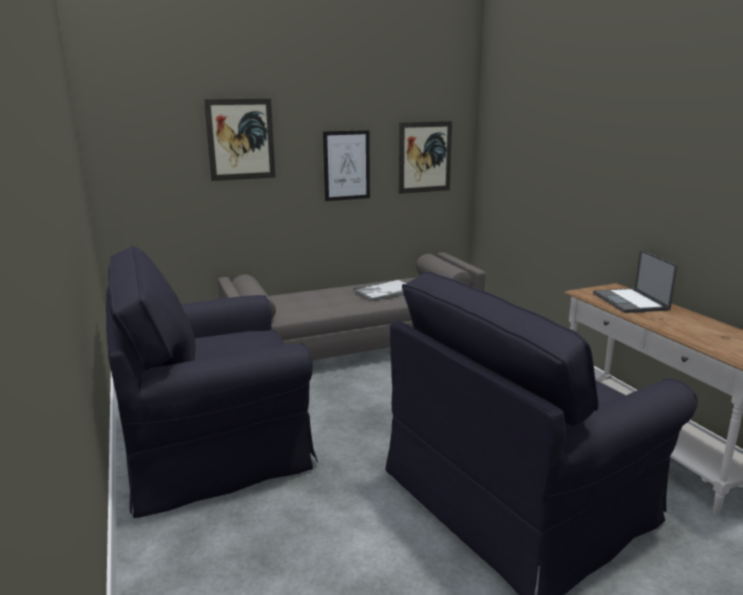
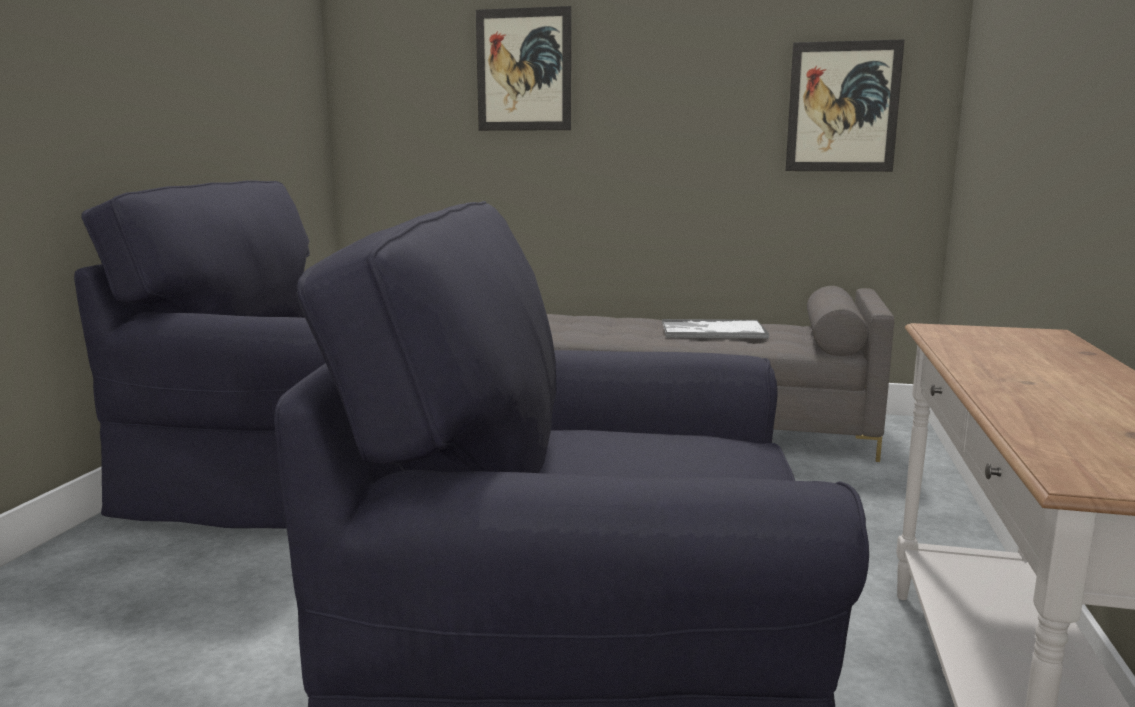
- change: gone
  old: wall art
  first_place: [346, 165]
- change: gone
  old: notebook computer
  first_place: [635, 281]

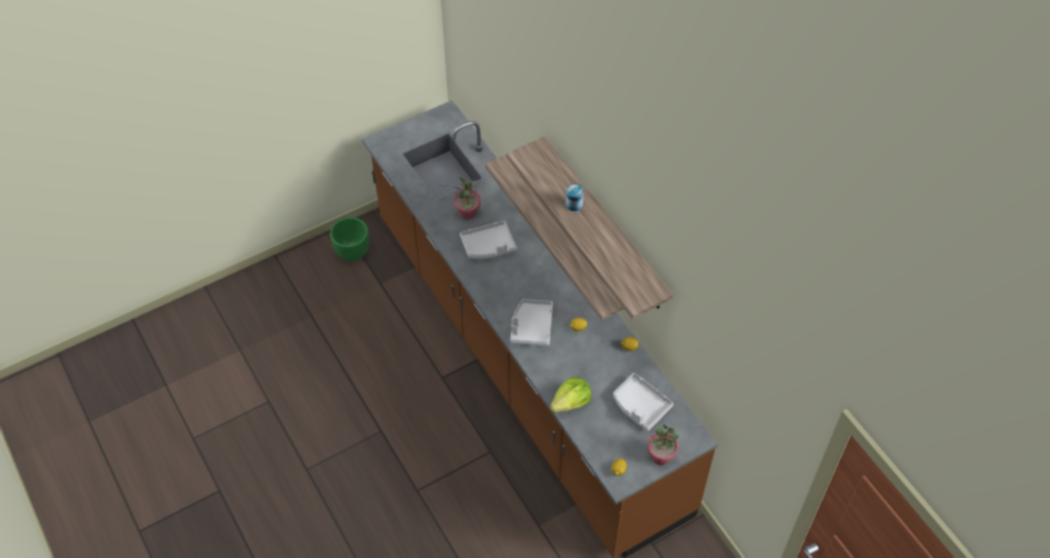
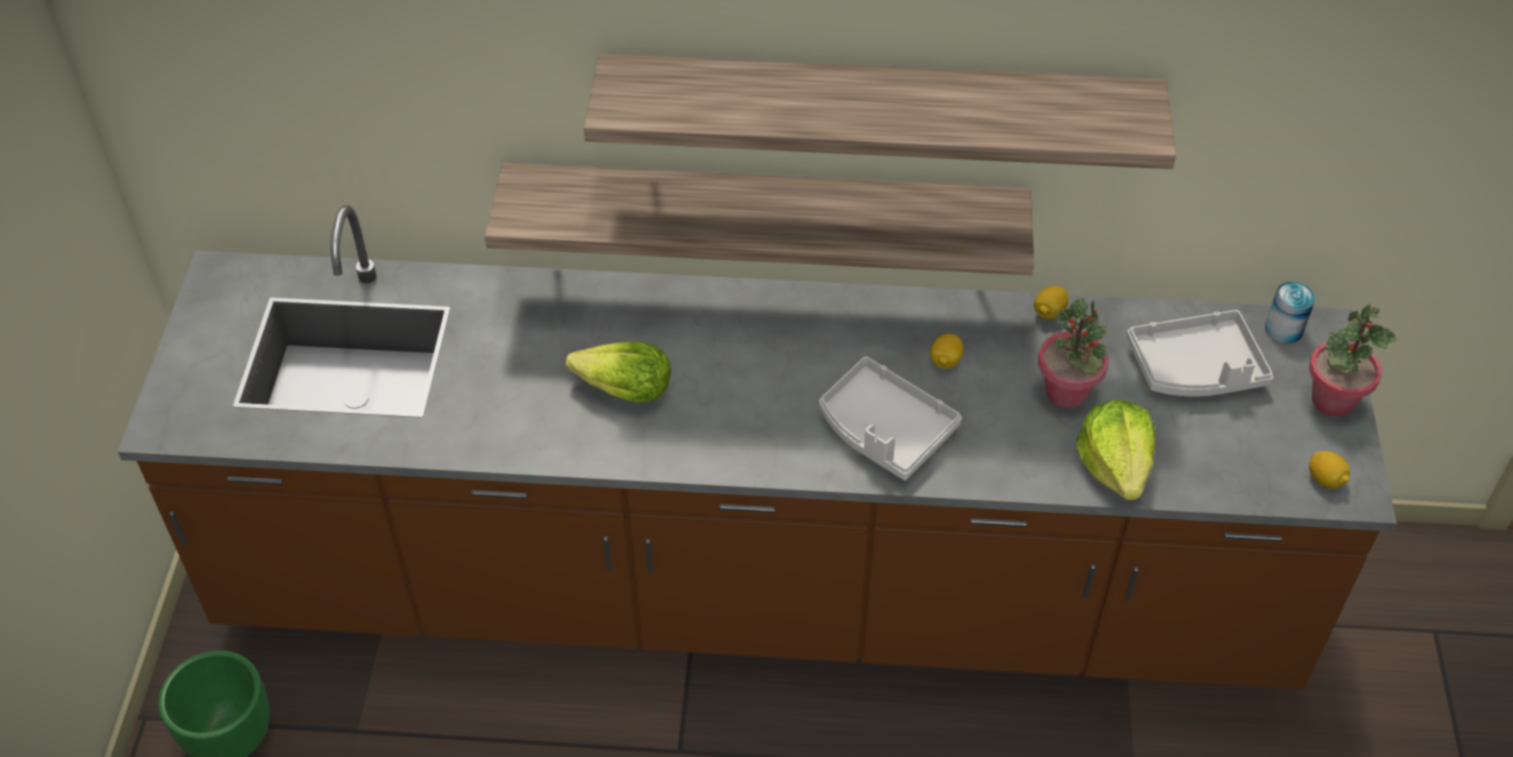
- change: swapped
  old: greyish serving tray
  new: lettuce head
  first_place: [488, 239]
  second_place: [618, 372]
- change: shifted
  old: potted plant
  first_place: [467, 198]
  second_place: [1073, 353]
- change: shifted
  old: metal can
  first_place: [575, 197]
  second_place: [1290, 312]

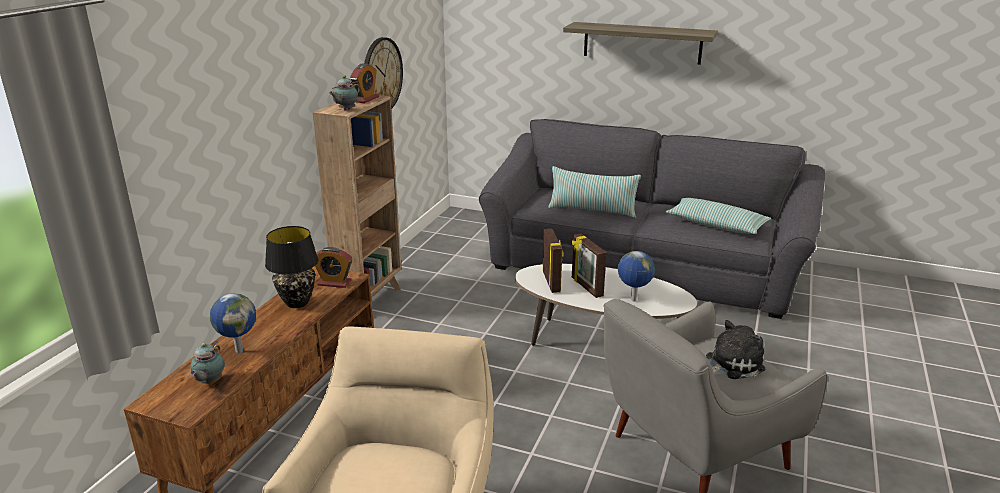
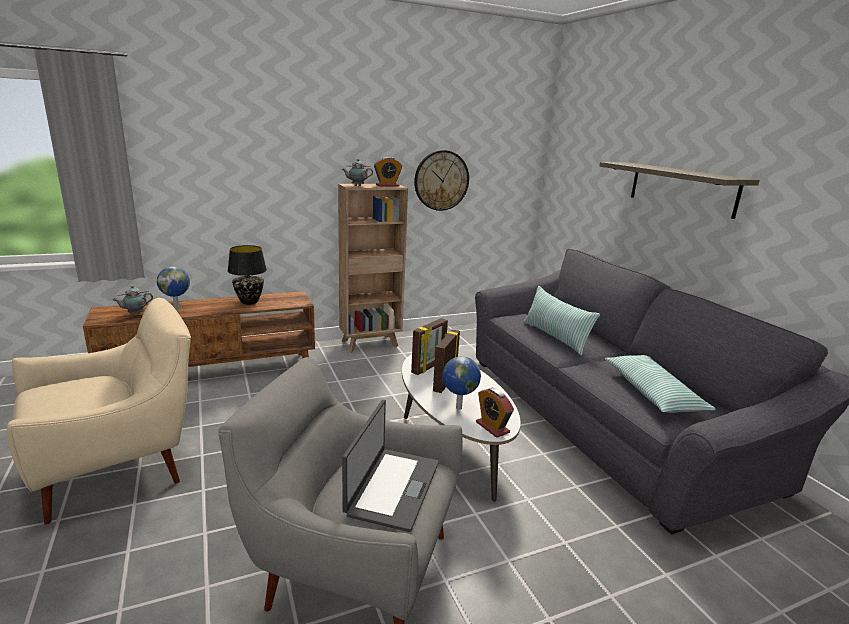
- change: swapped
  old: cuddly toy
  new: notebook computer
  first_place: [735, 349]
  second_place: [390, 466]
- change: shifted
  old: alarm clock
  first_place: [333, 267]
  second_place: [495, 413]

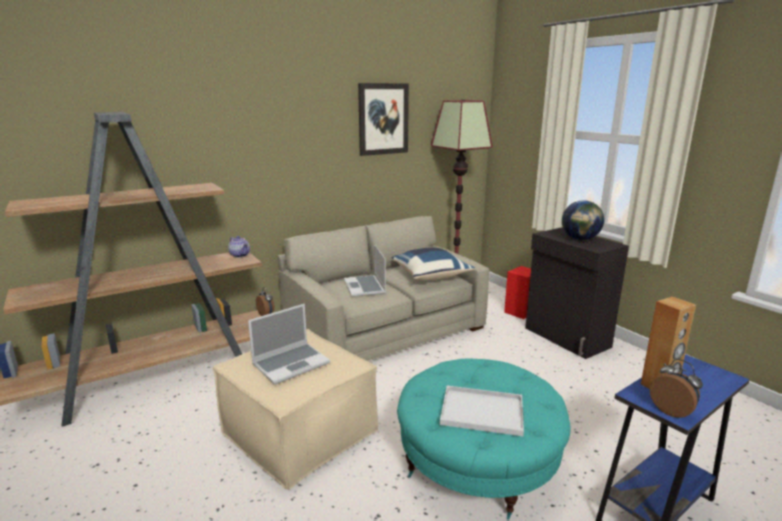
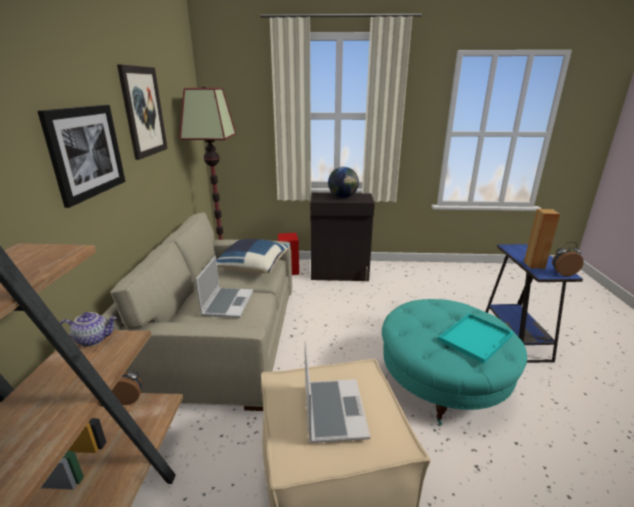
- change: new
  new: wall art
  second_place: [82, 156]
- change: rotated
  old: notebook computer
  first_place: [365, 271]
  second_place: [224, 287]
  degrees: -105
- change: repainted
  old: whitish serving tray
  new: blue-green serving tray
  first_place: [482, 411]
  second_place: [475, 338]

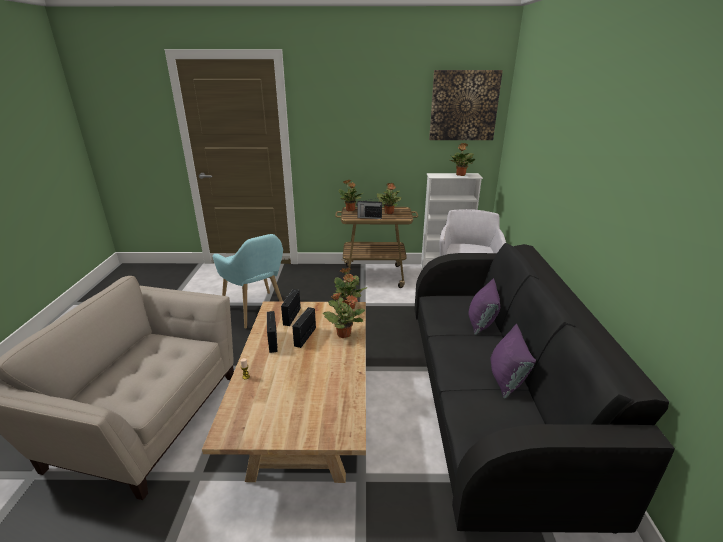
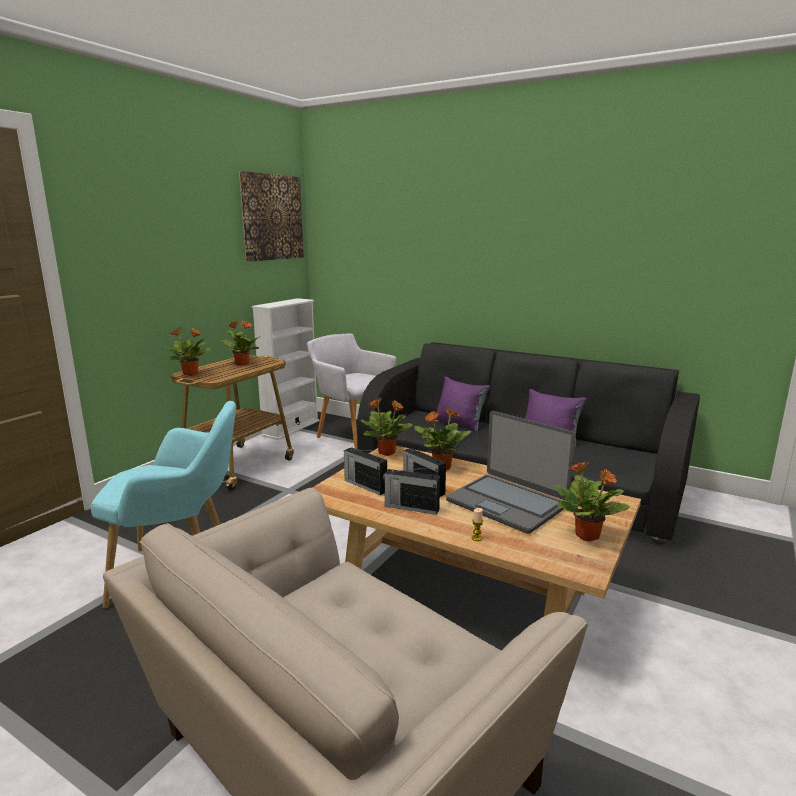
- change: new
  new: notebook computer
  second_place: [511, 472]
- change: shifted
  old: potted plant
  first_place: [462, 159]
  second_place: [592, 501]
- change: gone
  old: radio set
  first_place: [369, 208]

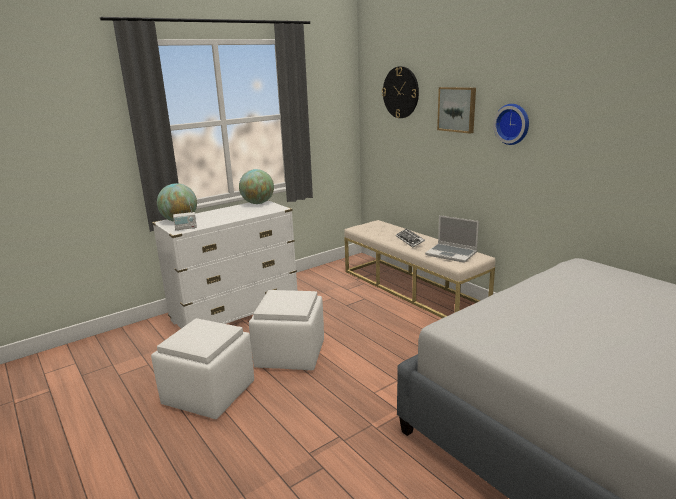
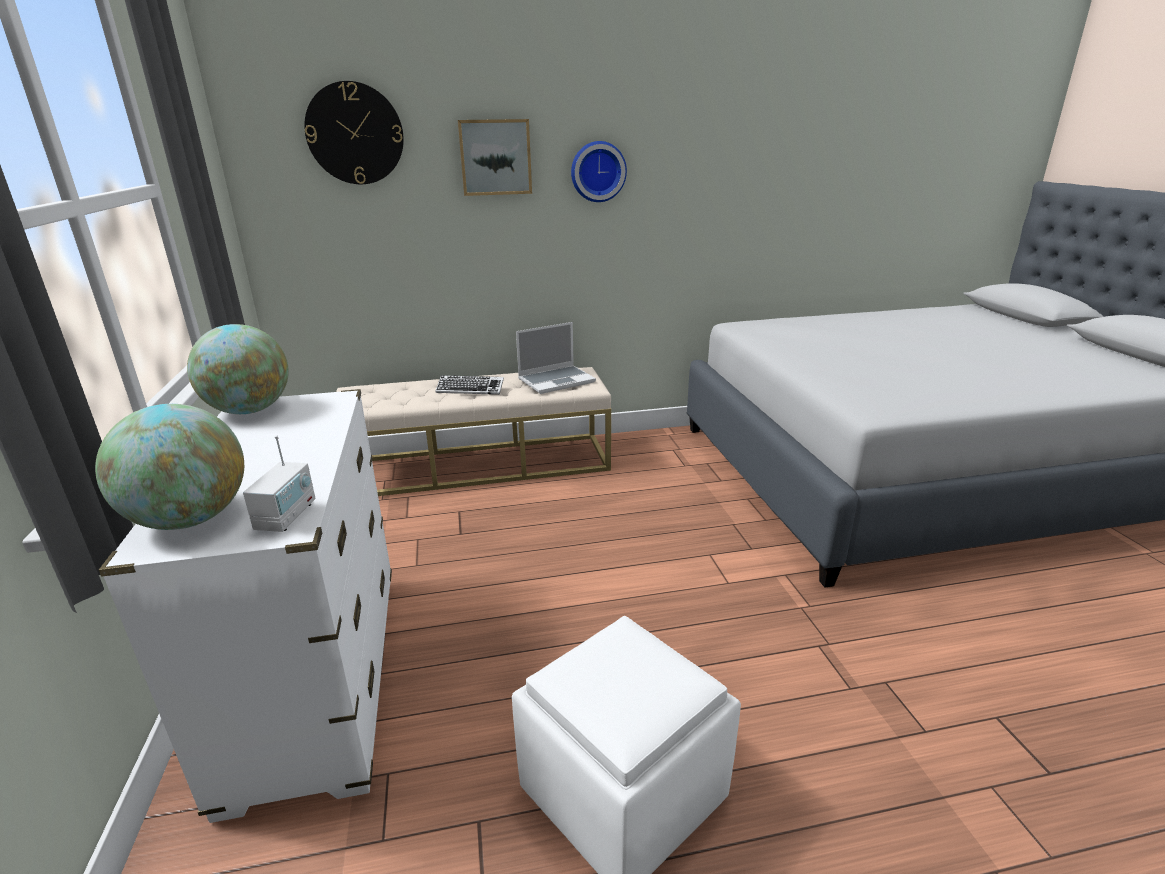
- change: gone
  old: whitish footrest
  first_place: [286, 330]

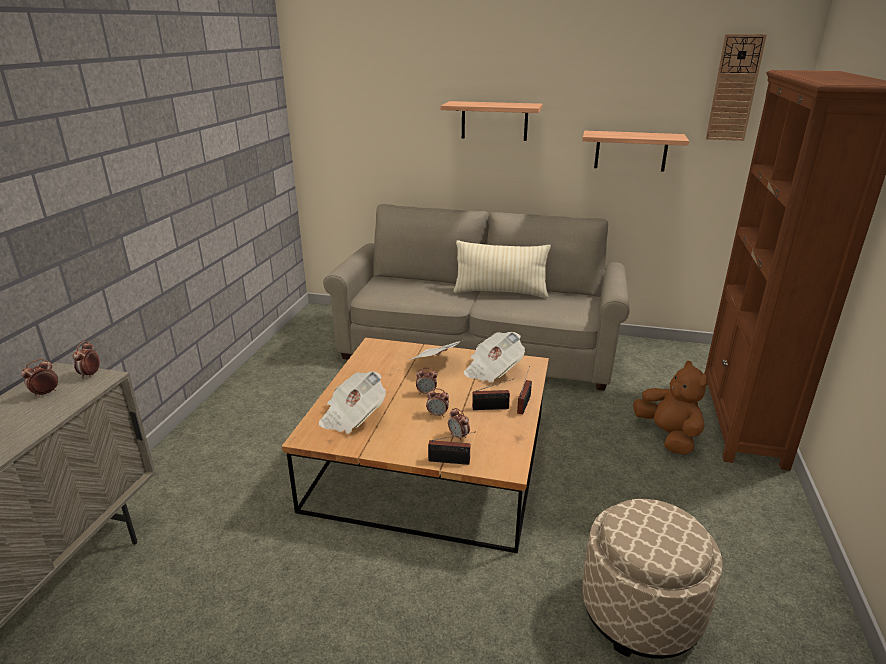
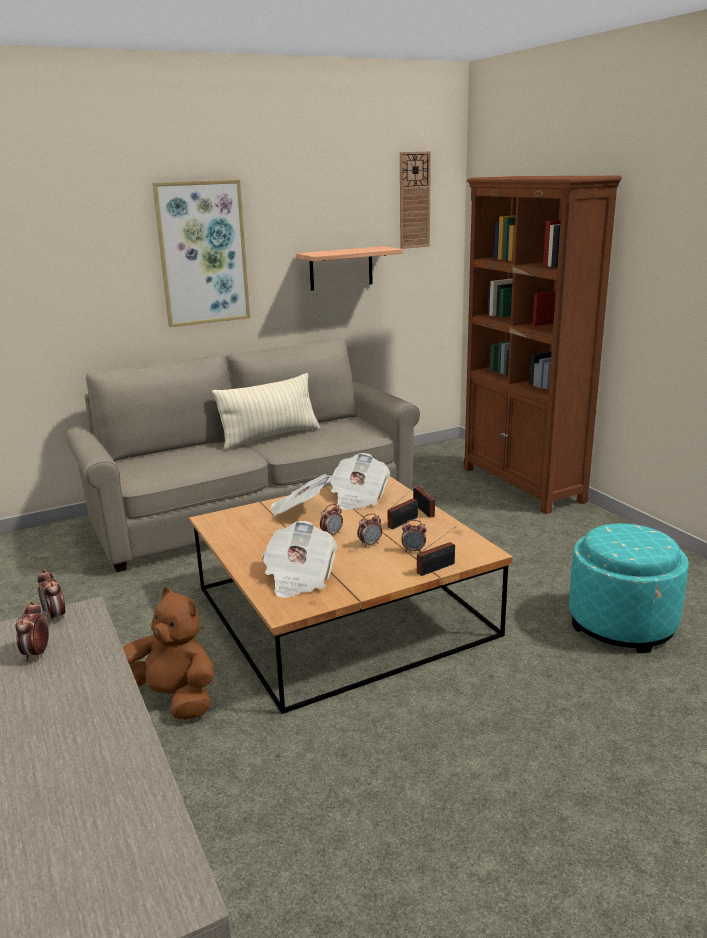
- change: shifted
  old: brown cuddly toy
  first_place: [669, 408]
  second_place: [168, 653]
- change: swapped
  old: shelf
  new: wall art
  first_place: [491, 121]
  second_place: [201, 253]
- change: repainted
  old: beige-coloured footrest
  new: blue-green footrest
  first_place: [652, 579]
  second_place: [629, 588]

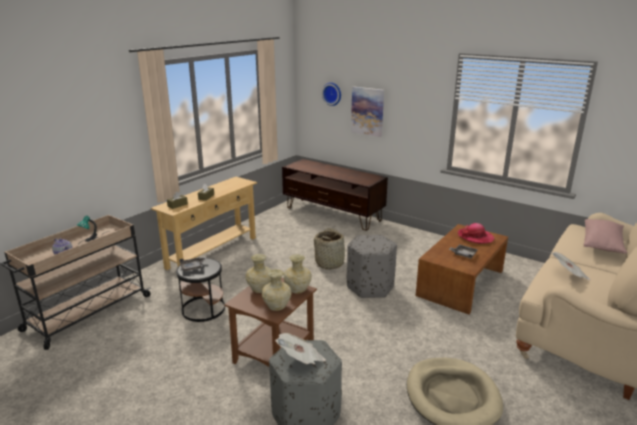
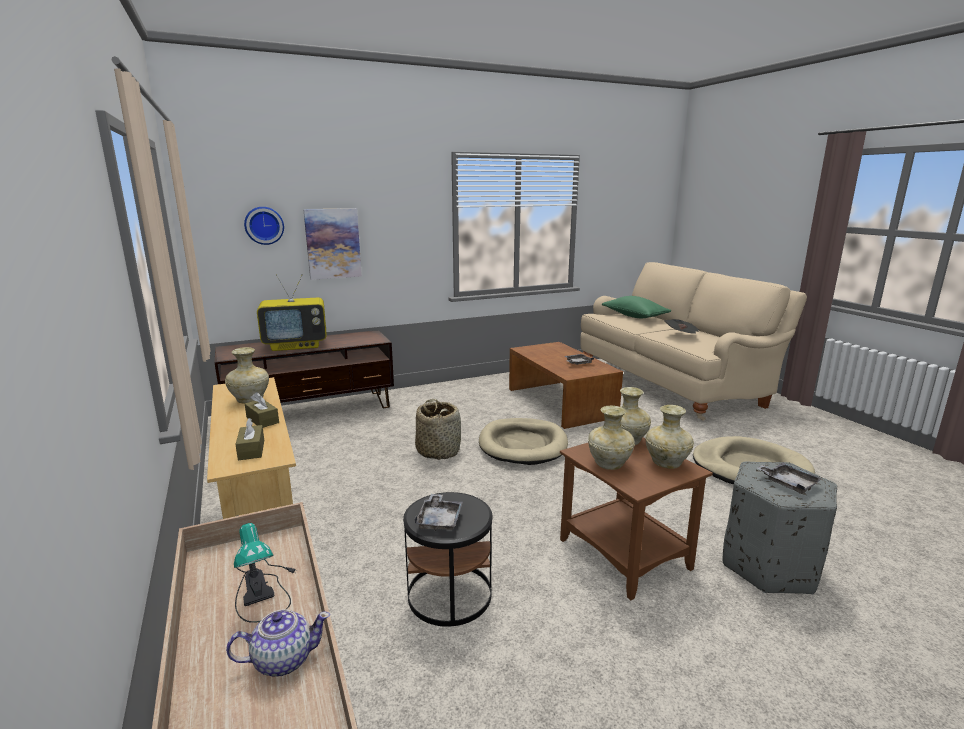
- change: new
  new: beige-coloured decorative vase
  second_place: [247, 375]
- change: new
  new: TV
  second_place: [292, 312]
- change: swapped
  old: greyish footrest
  new: beige-coloured pet bed
  first_place: [372, 266]
  second_place: [523, 441]
- change: repainted
  old: pinkish pillow
  new: green-coloured pillow
  first_place: [605, 236]
  second_place: [636, 307]
- change: swapped
  old: daily paper
  new: greyish serving tray
  first_place: [300, 348]
  second_place: [789, 478]
- change: gone
  old: clothing hat
  first_place: [476, 233]

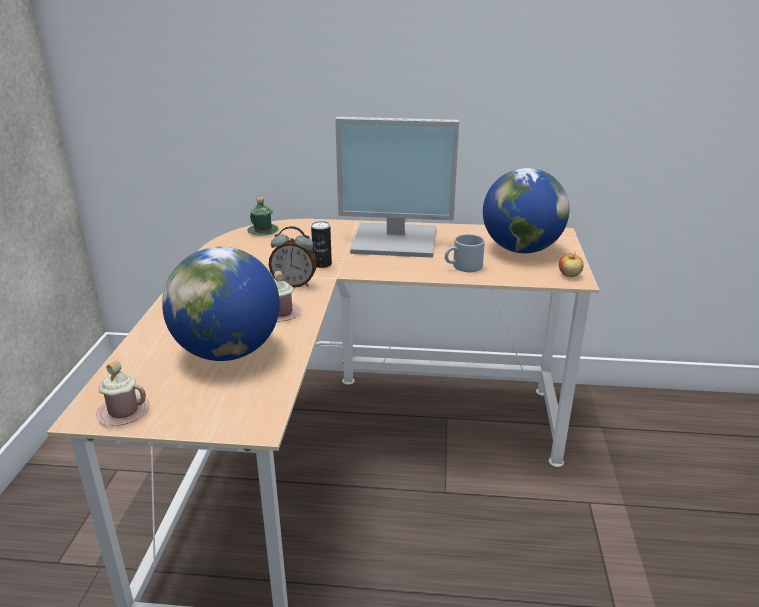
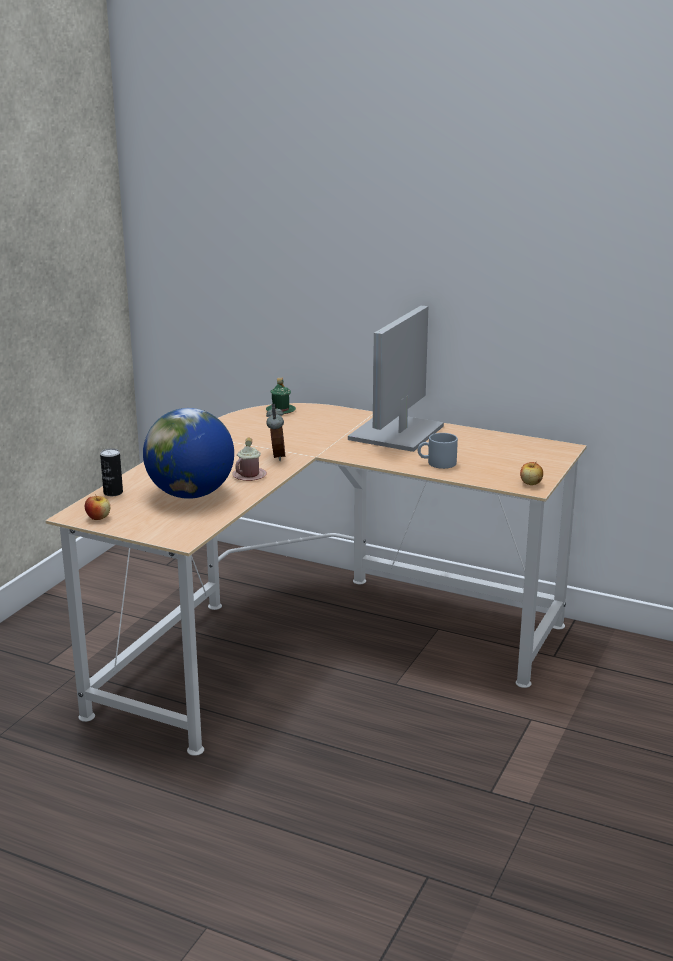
- change: swapped
  old: pinkish coffee mug
  new: apple
  first_place: [123, 393]
  second_place: [97, 507]
- change: shifted
  old: metal can
  first_place: [321, 244]
  second_place: [111, 472]
- change: rotated
  old: alarm clock
  first_place: [293, 257]
  second_place: [275, 432]
  degrees: -120
- change: rotated
  old: computer display
  first_place: [397, 187]
  second_place: [396, 379]
  degrees: 90
- change: gone
  old: globe
  first_place: [526, 210]

